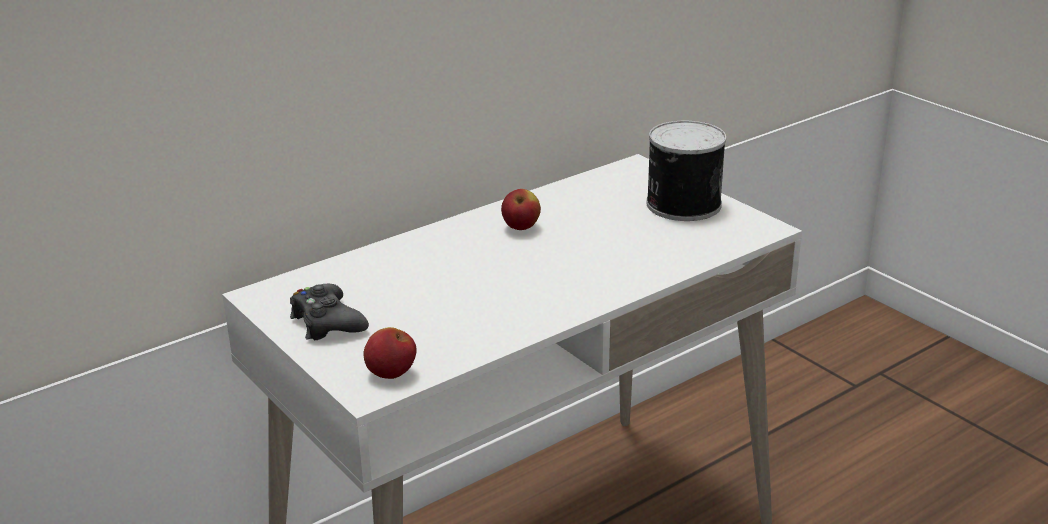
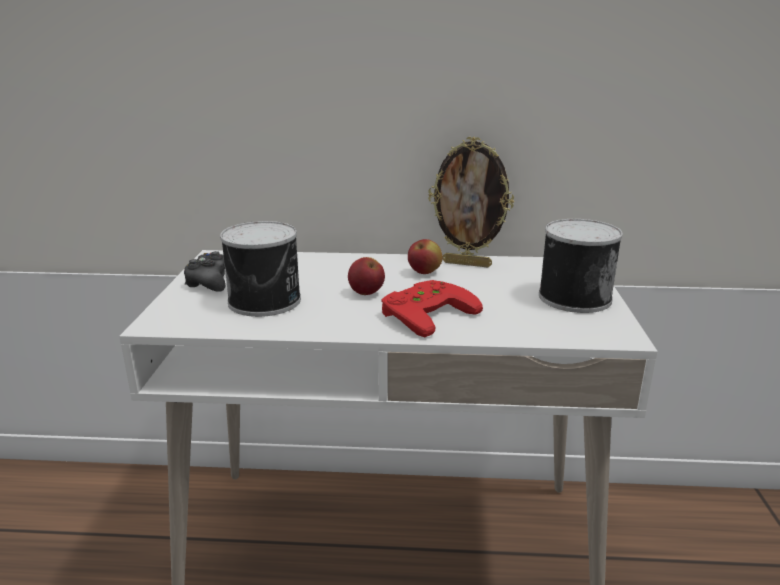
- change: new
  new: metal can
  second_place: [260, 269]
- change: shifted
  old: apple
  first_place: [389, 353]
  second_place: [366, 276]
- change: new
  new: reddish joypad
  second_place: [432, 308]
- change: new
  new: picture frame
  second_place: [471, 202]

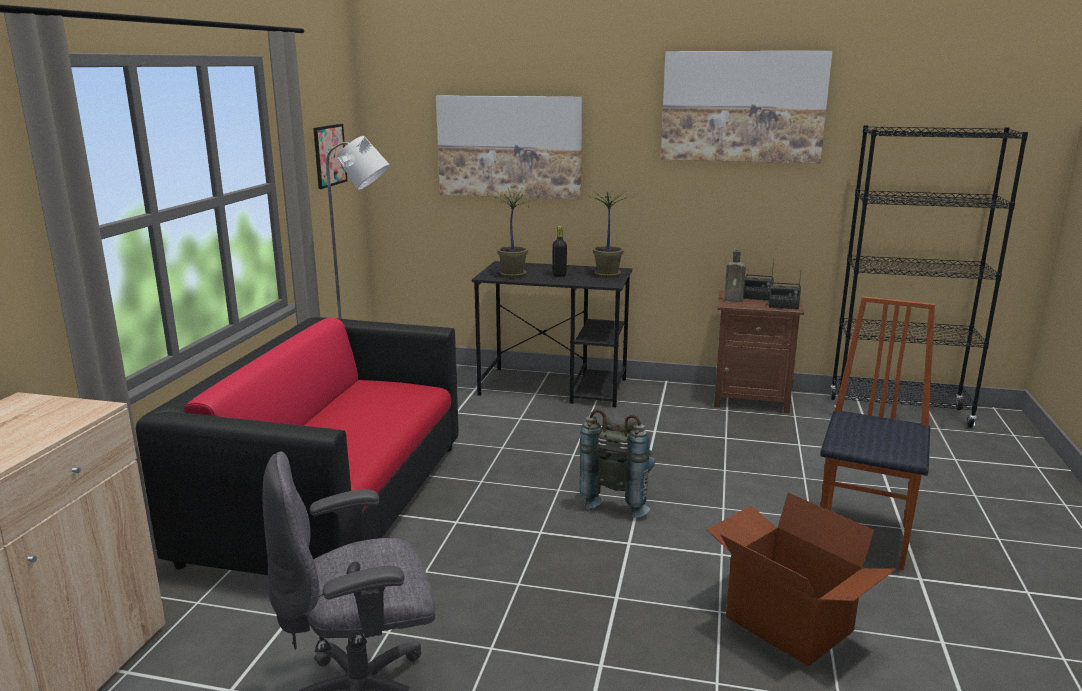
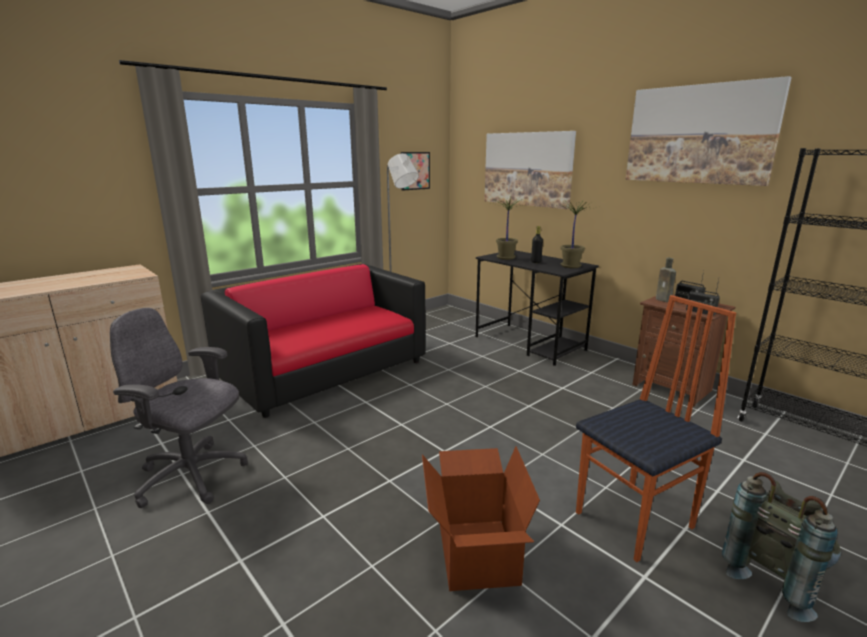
- change: shifted
  old: greyish backpack
  first_place: [618, 463]
  second_place: [781, 547]

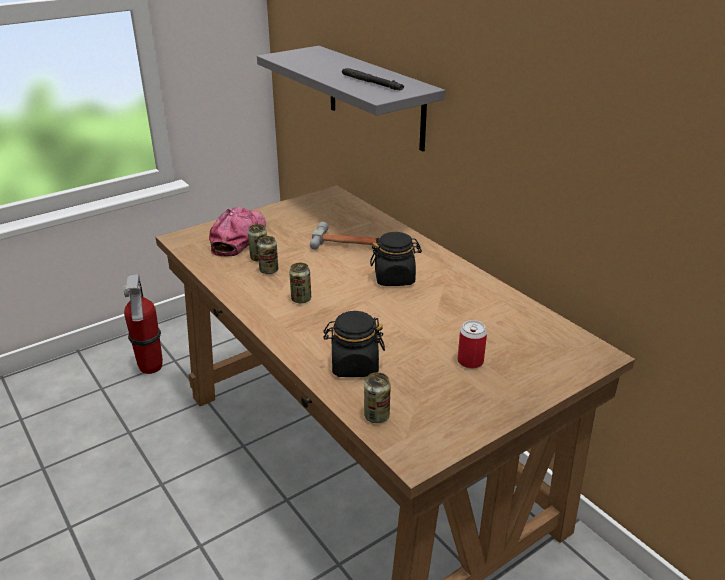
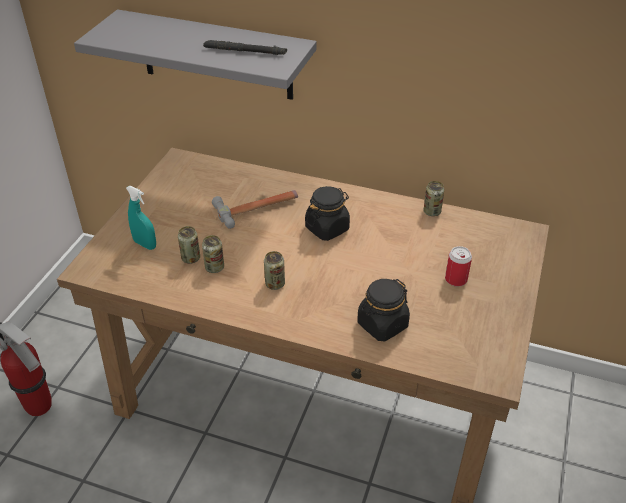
- change: swapped
  old: baseball cap
  new: blue-green spray bottle
  first_place: [237, 232]
  second_place: [141, 217]
- change: shifted
  old: metal can
  first_place: [377, 397]
  second_place: [434, 198]

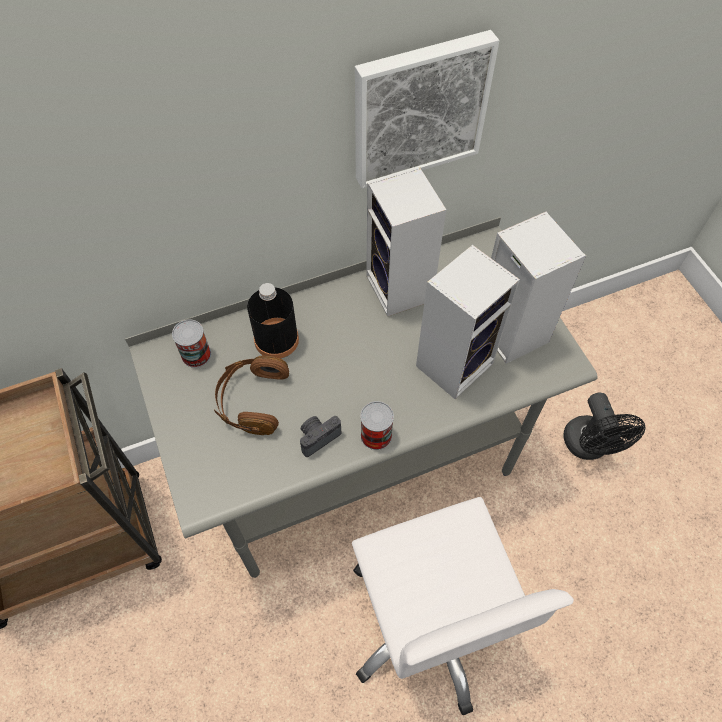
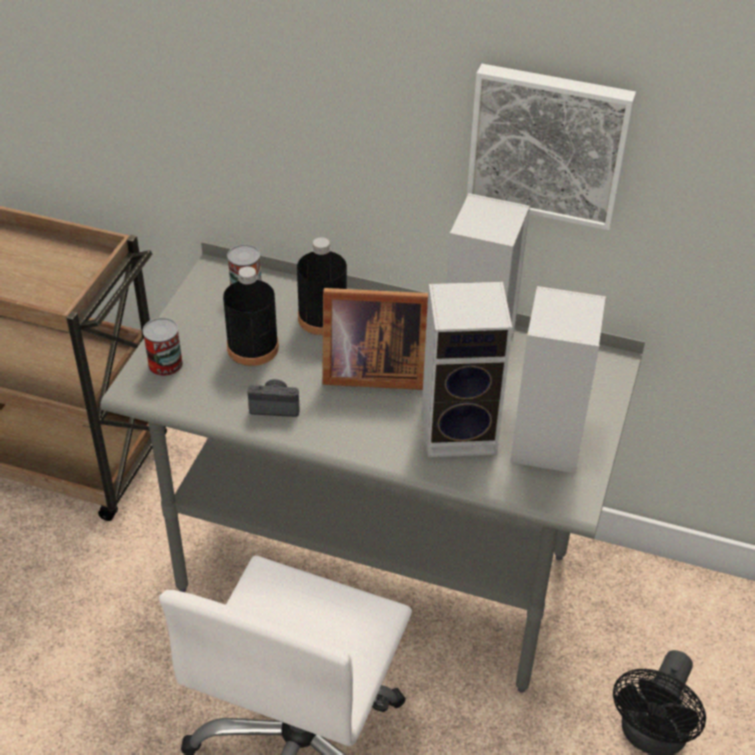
- change: shifted
  old: metal can
  first_place: [377, 425]
  second_place: [163, 347]
- change: swapped
  old: brown pair of headphones
  new: blackish drink bottle
  first_place: [251, 395]
  second_place: [251, 316]
- change: new
  new: picture frame
  second_place: [375, 339]

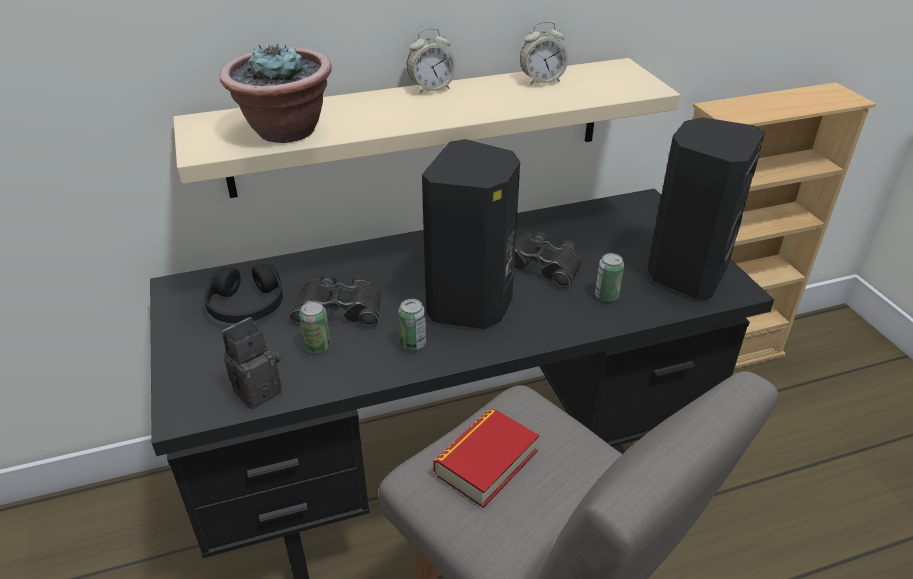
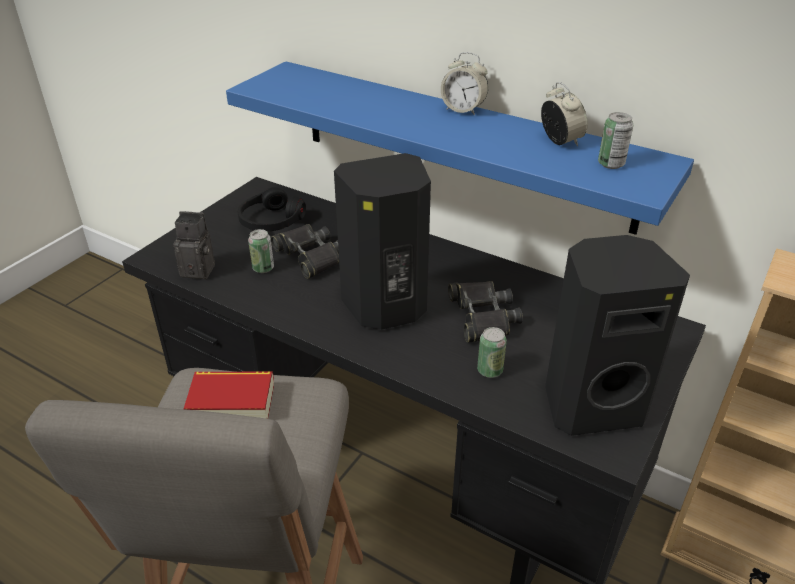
- change: repainted
  old: beige-coloured shelf
  new: blue-coloured shelf
  first_place: [426, 128]
  second_place: [460, 148]
- change: rotated
  old: alarm clock
  first_place: [544, 53]
  second_place: [564, 114]
  degrees: -150
- change: shifted
  old: metal can
  first_place: [412, 325]
  second_place: [615, 140]
- change: gone
  old: potted plant
  first_place: [276, 92]

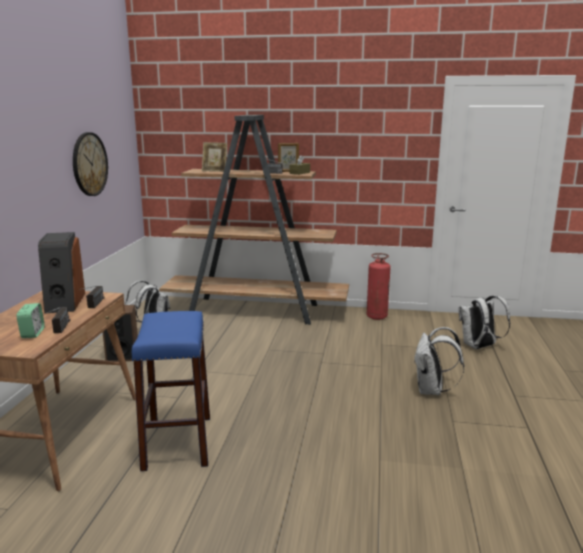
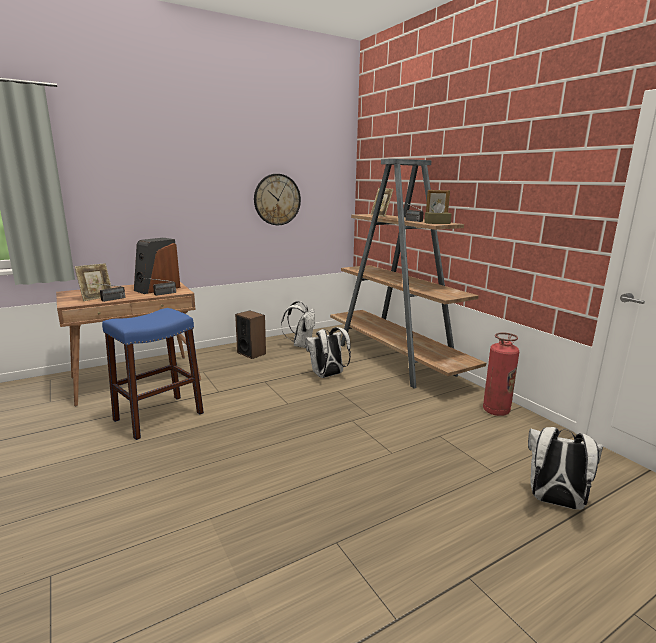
- change: swapped
  old: alarm clock
  new: picture frame
  first_place: [31, 320]
  second_place: [93, 282]
- change: shifted
  old: whitish backpack
  first_place: [439, 361]
  second_place: [328, 352]

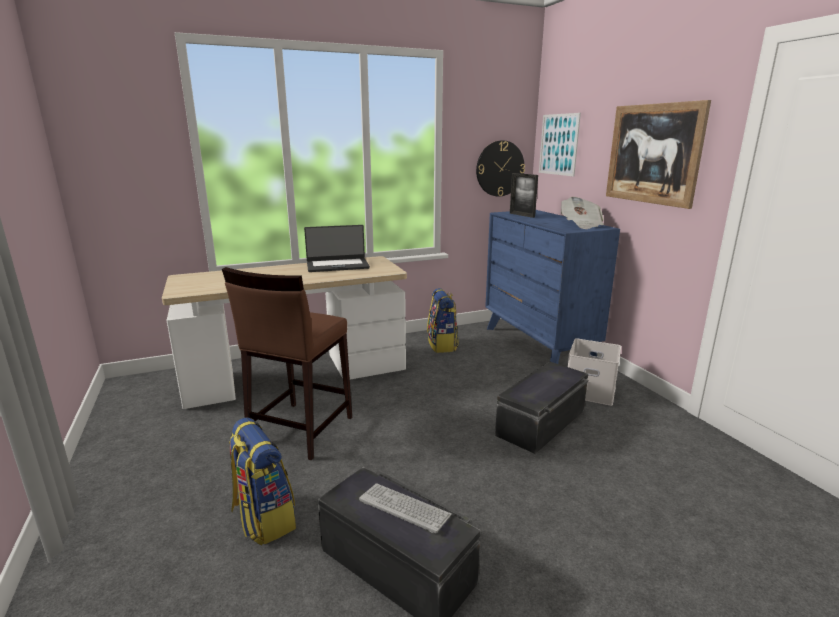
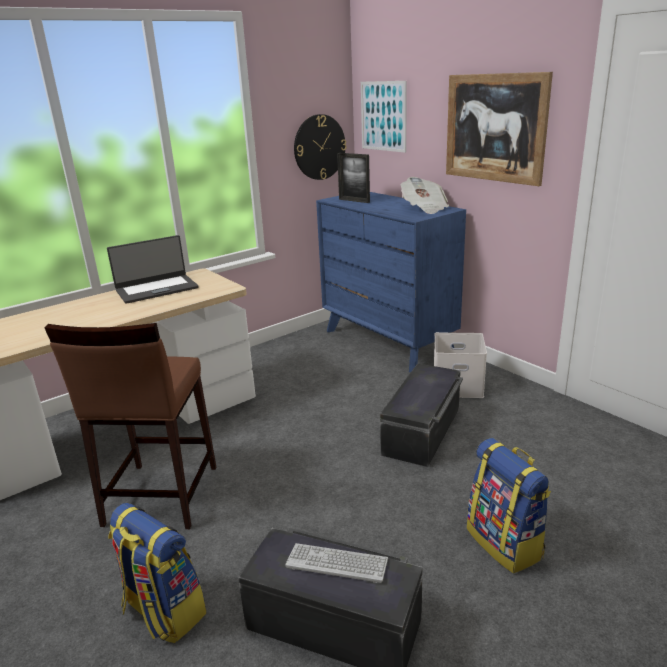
- change: shifted
  old: backpack
  first_place: [443, 320]
  second_place: [509, 506]

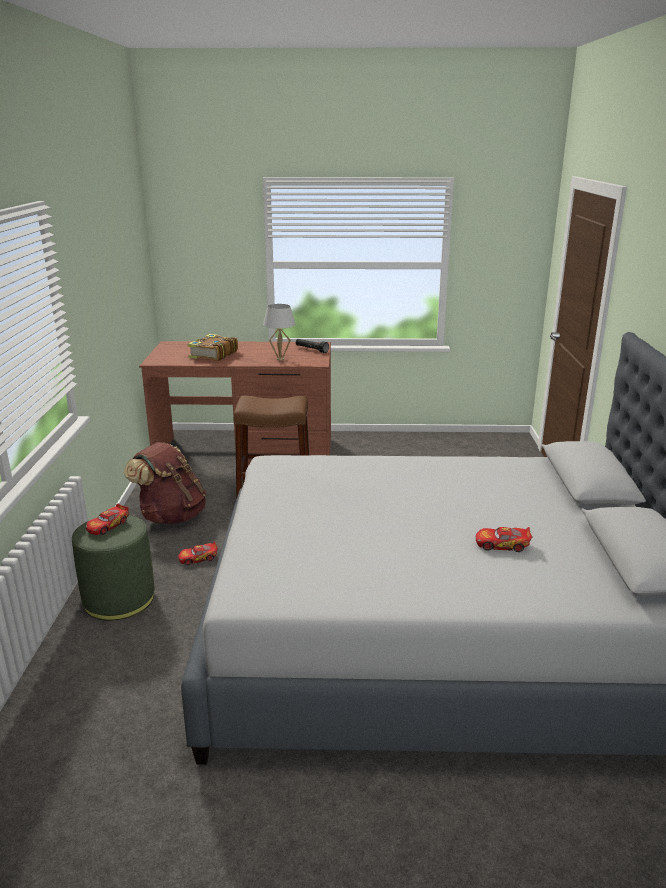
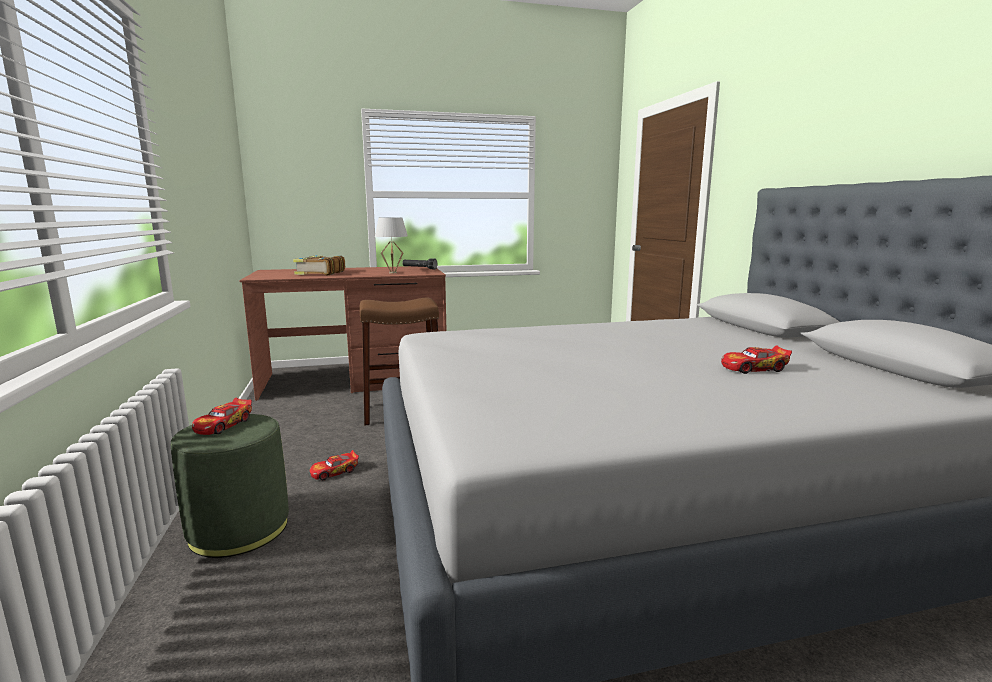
- change: gone
  old: brown backpack
  first_place: [165, 483]

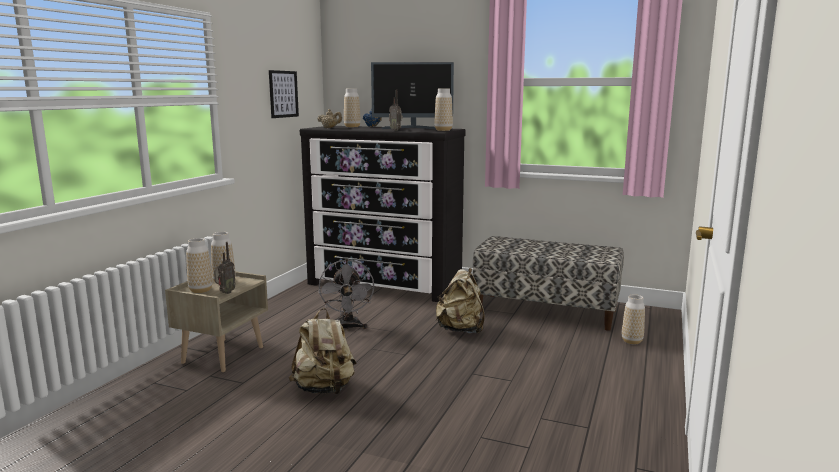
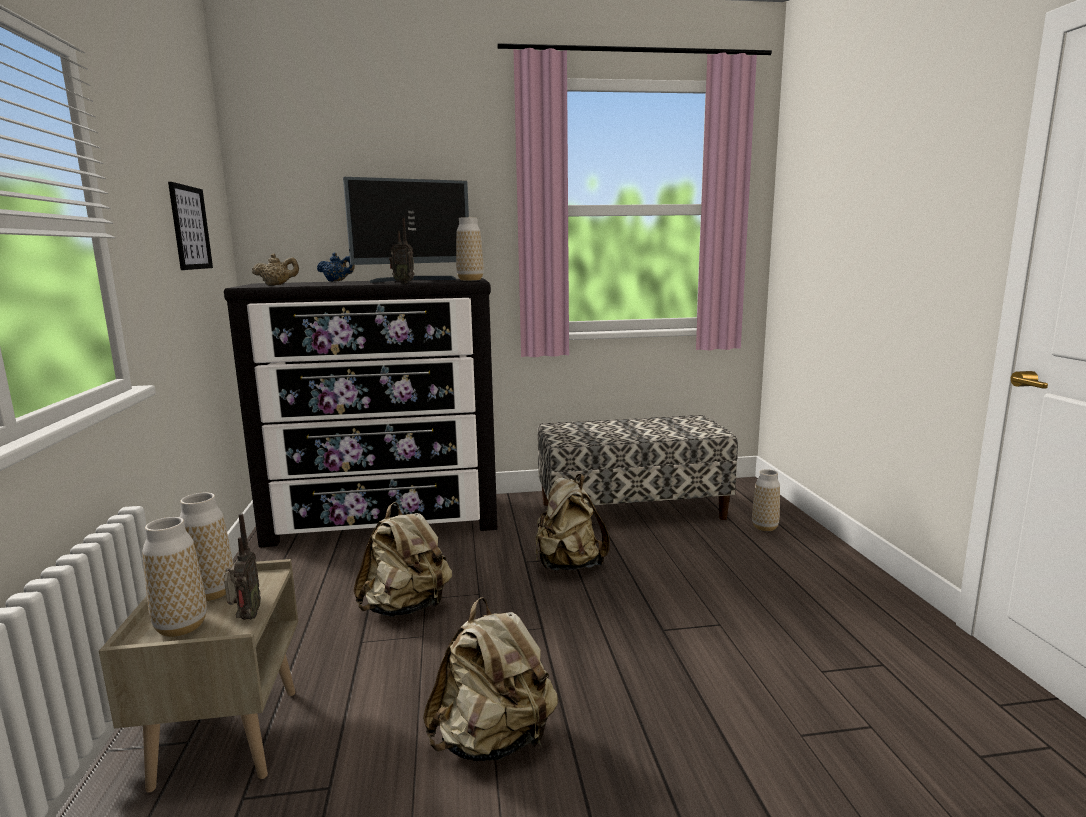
- change: swapped
  old: greyish electric fan
  new: beige-coloured backpack
  first_place: [346, 294]
  second_place: [403, 559]
- change: gone
  old: decorative vase
  first_place: [352, 108]

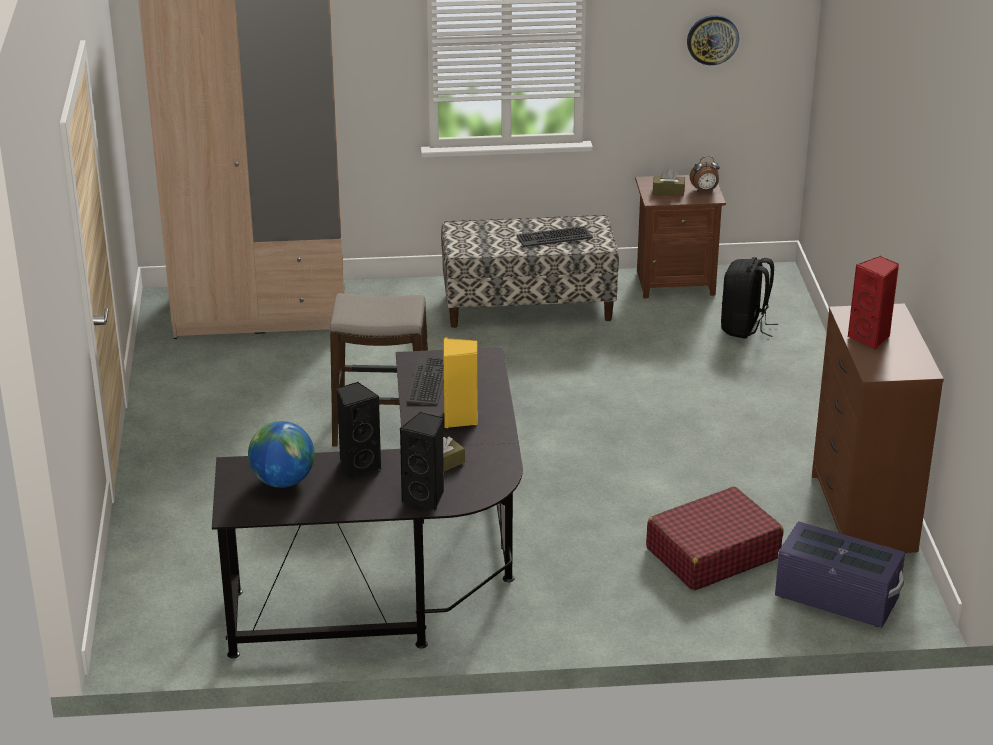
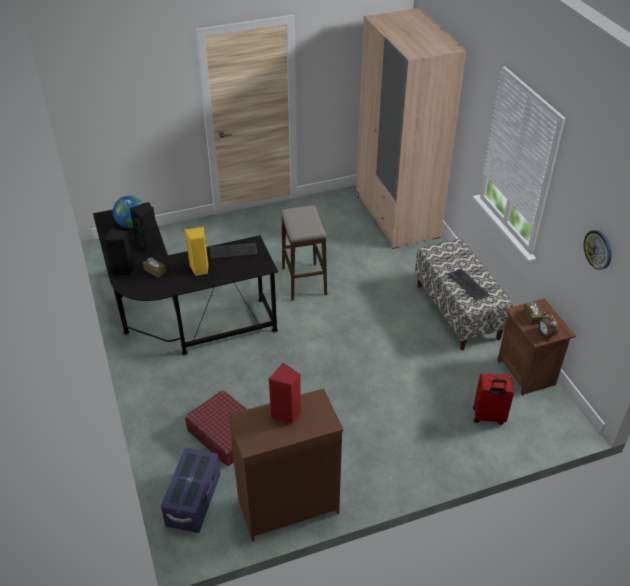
- change: swapped
  old: blackish backpack
  new: reddish piece of luggage
  first_place: [749, 298]
  second_place: [493, 399]

